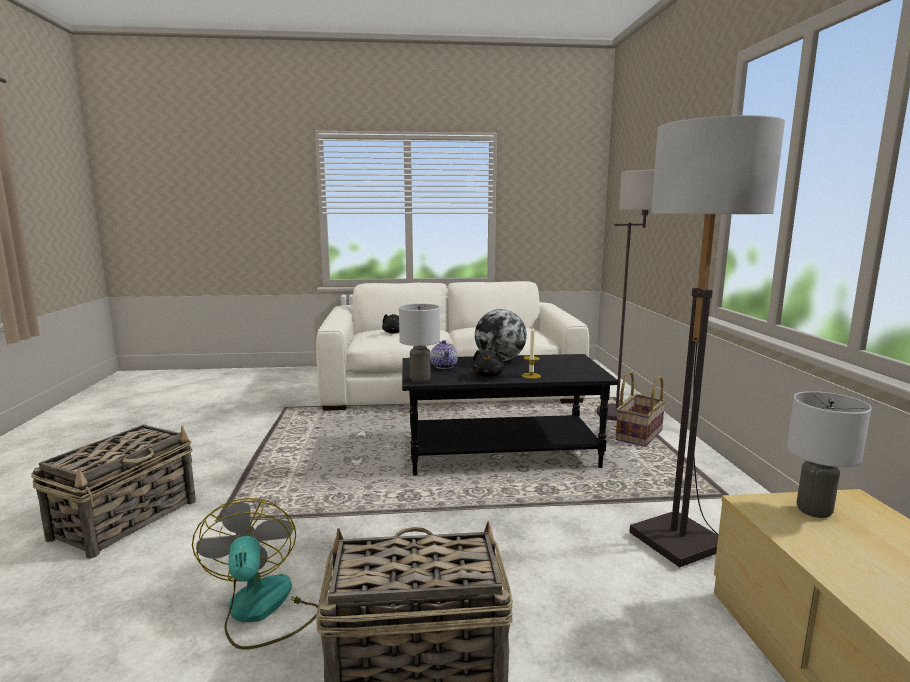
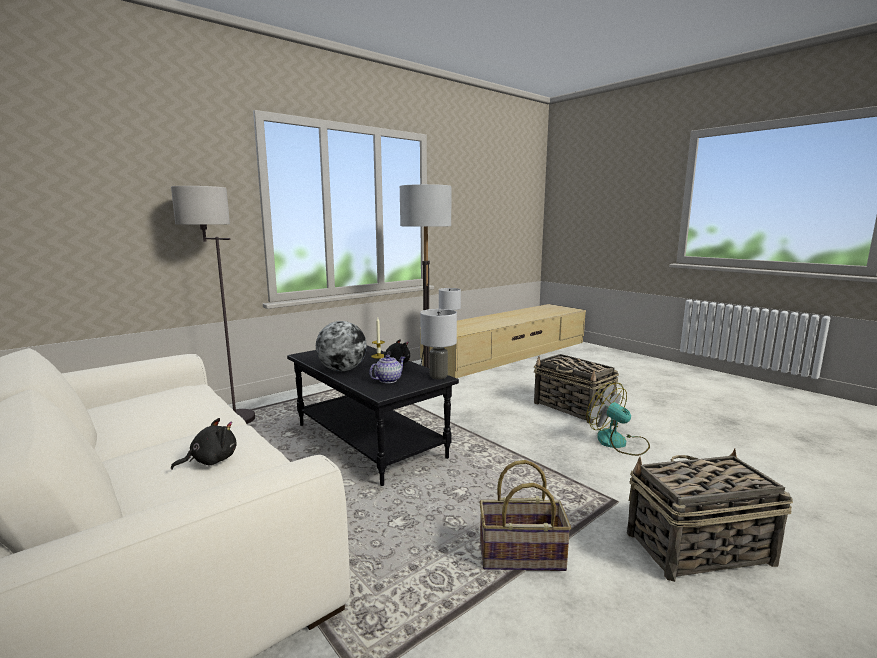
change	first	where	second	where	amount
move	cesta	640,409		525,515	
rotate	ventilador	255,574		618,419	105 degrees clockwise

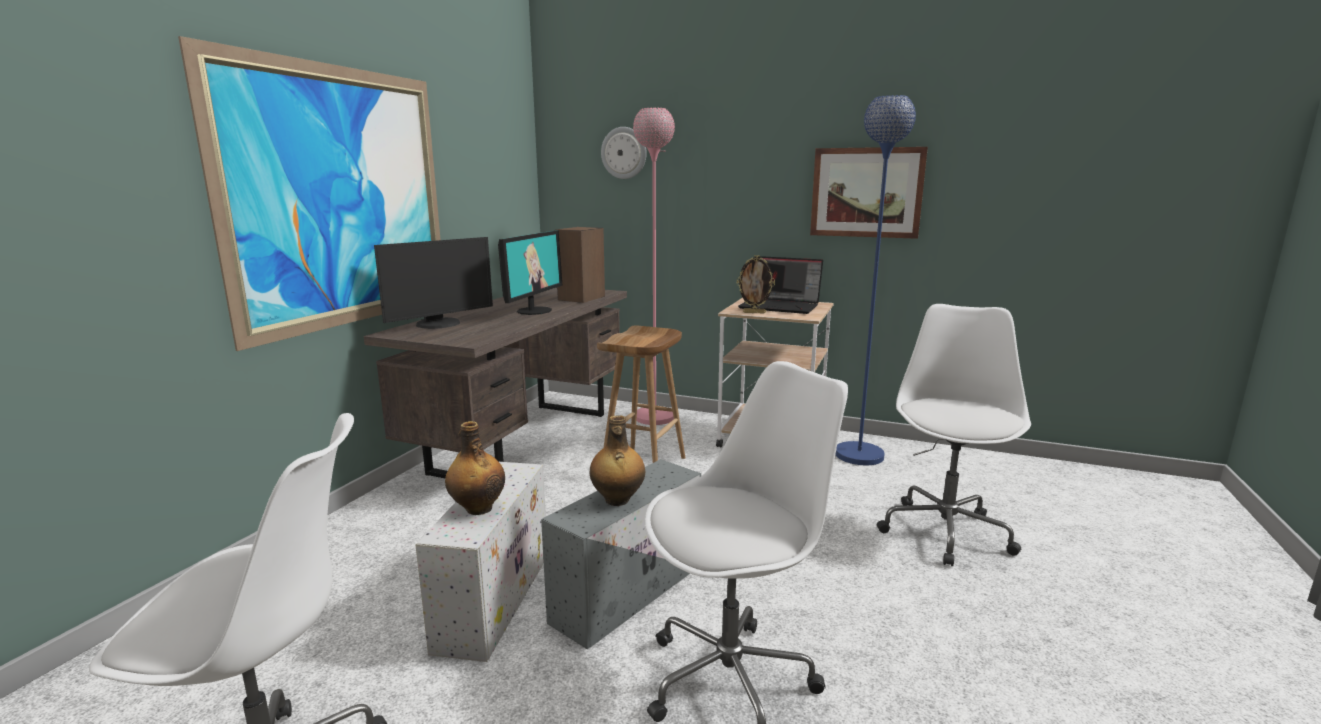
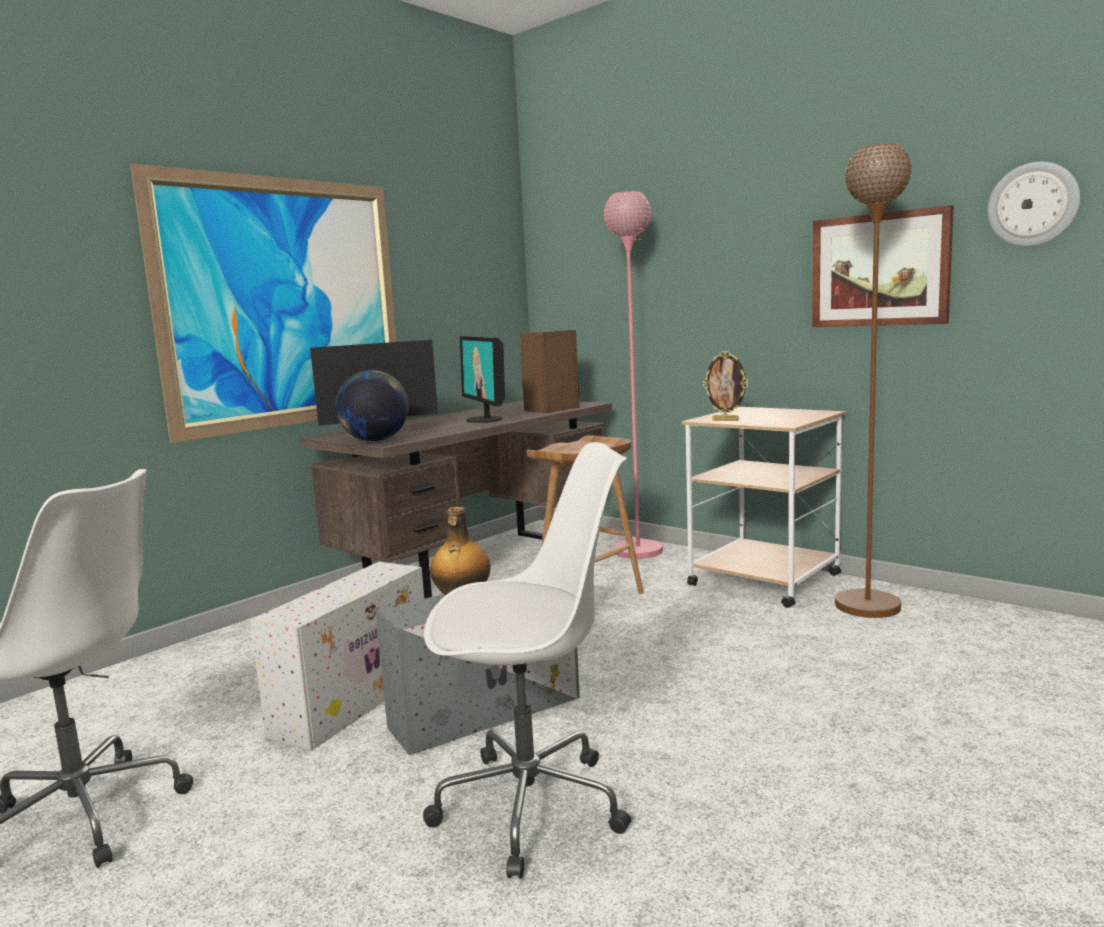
change	first	where	second	where	amount
recolor	lámpara de pie [azul]	875,280	lámpara de pie [marrón]	873,380	
move	reloj de pared	624,153		1034,204	
rotate	monitor	530,272		482,379	120 degrees clockwise
delete	portátil	780,285			
delete	silla de oficina [blanco]	954,435			
delete	botella	475,468			
insert			globo terráqueo	372,405	

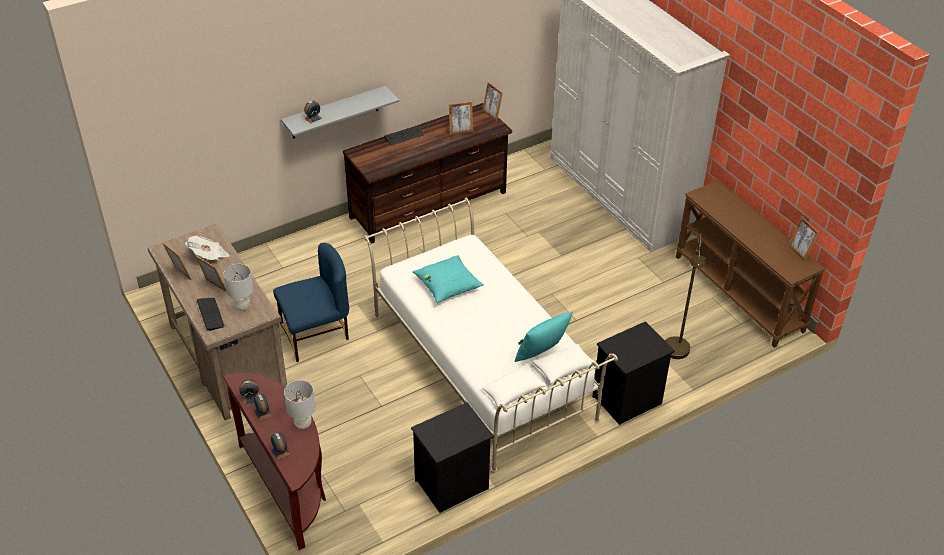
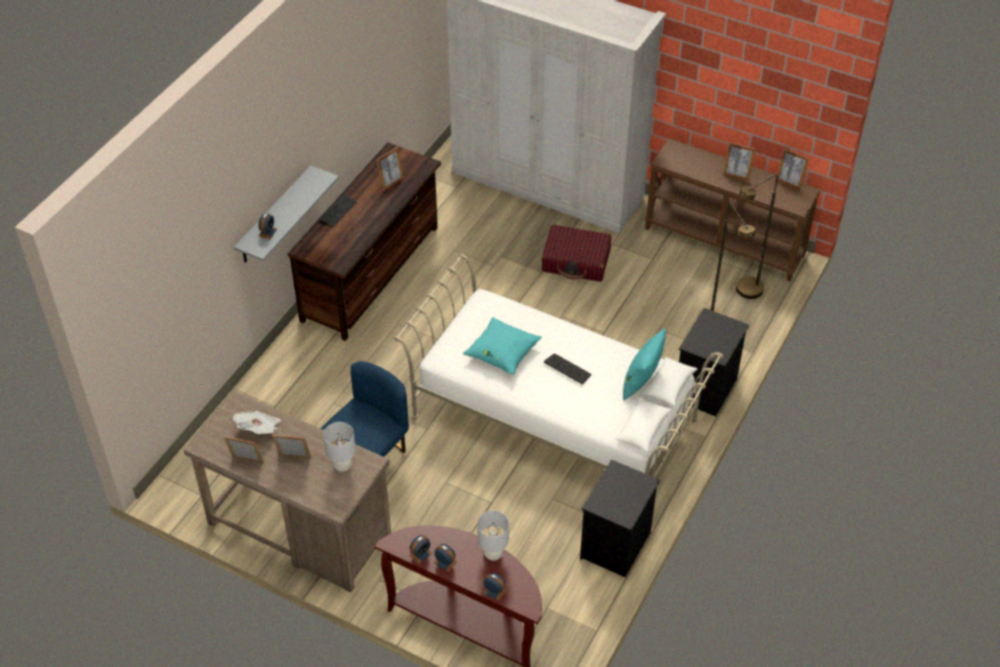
change	first	where	second	where	amount
move	portarretratos	492,101		739,161	
move	teclado	211,314		568,369	
insert			lámpara de pie [marrón]	757,236	
insert			maleta [rojo]	577,253	

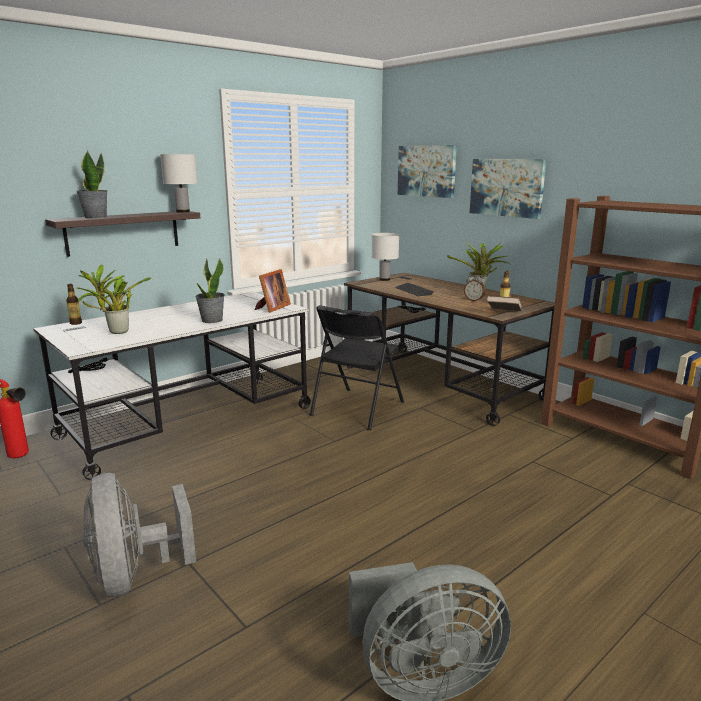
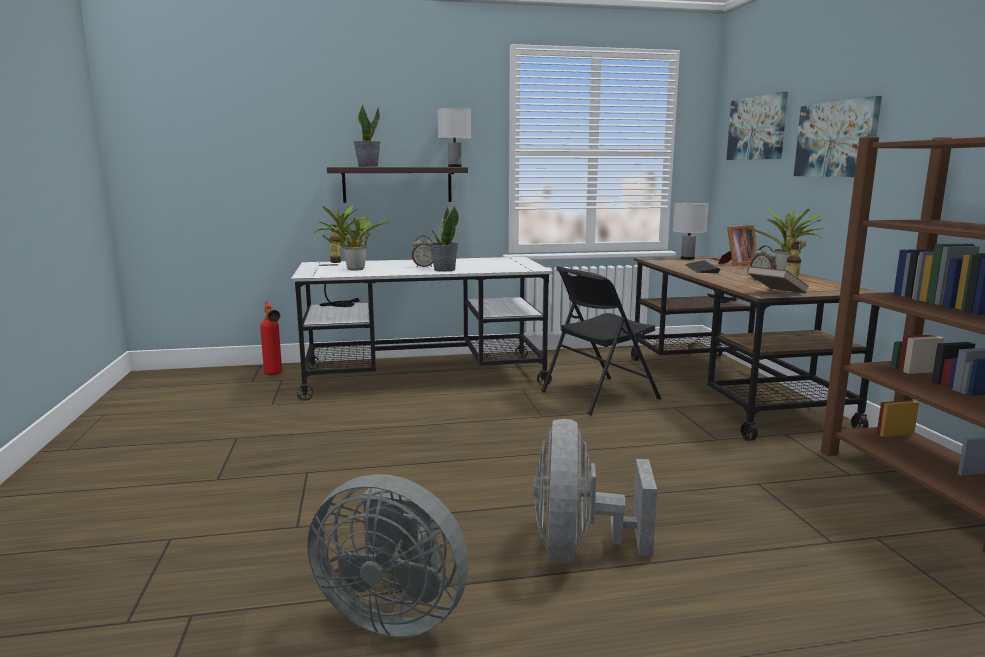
change	first	where	second	where	amount
move	portarretratos	273,291		737,245	
move	ventilador [gris]	139,535		595,491	
insert			despertador	422,251	

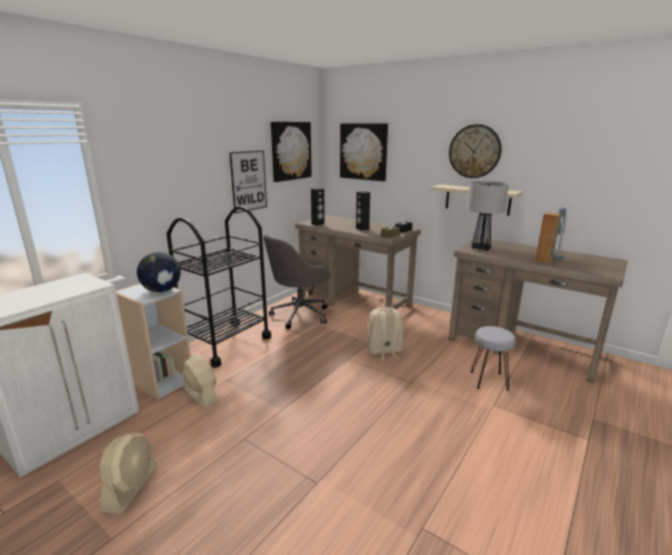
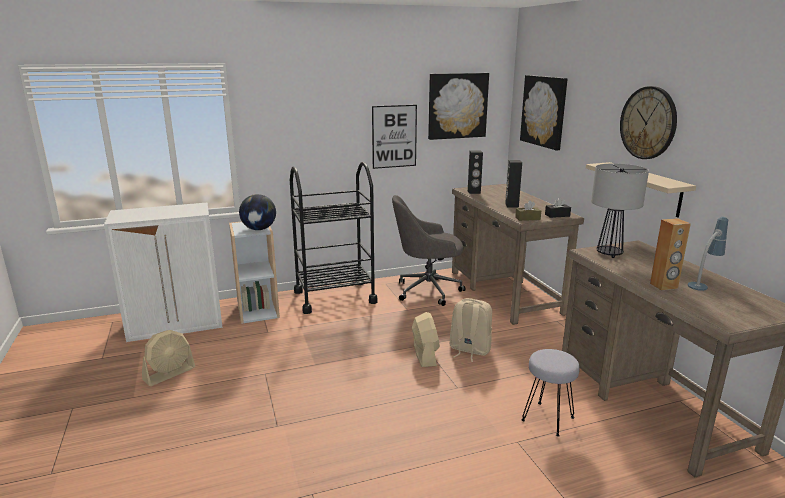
change	first	where	second	where	amount
move	ventilador [beis]	200,381		426,339	

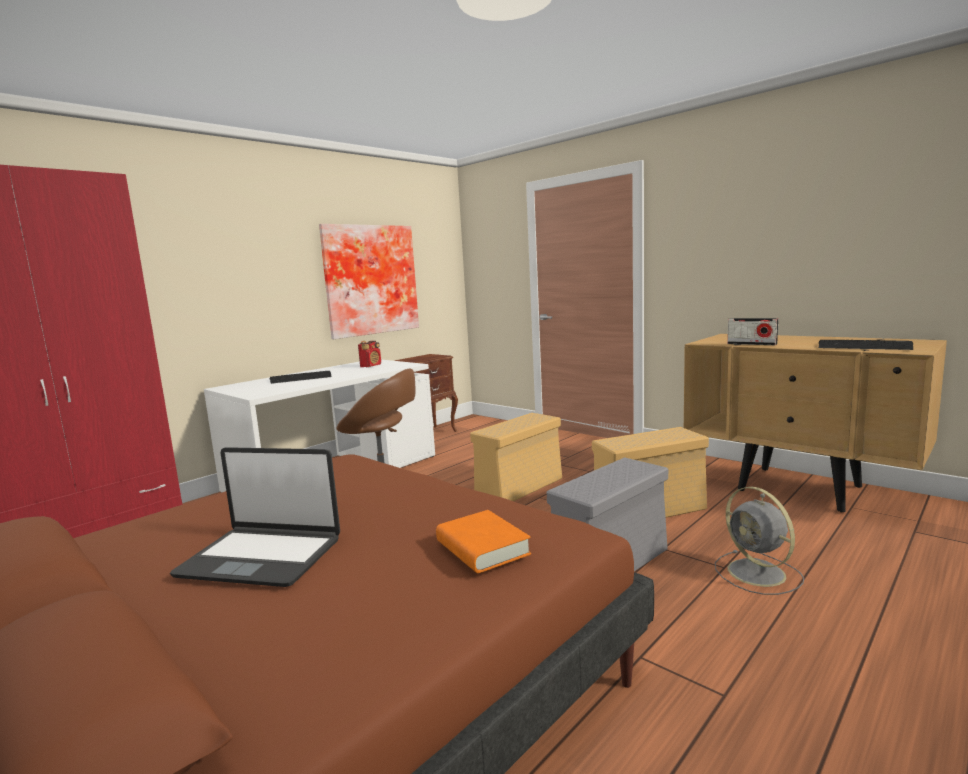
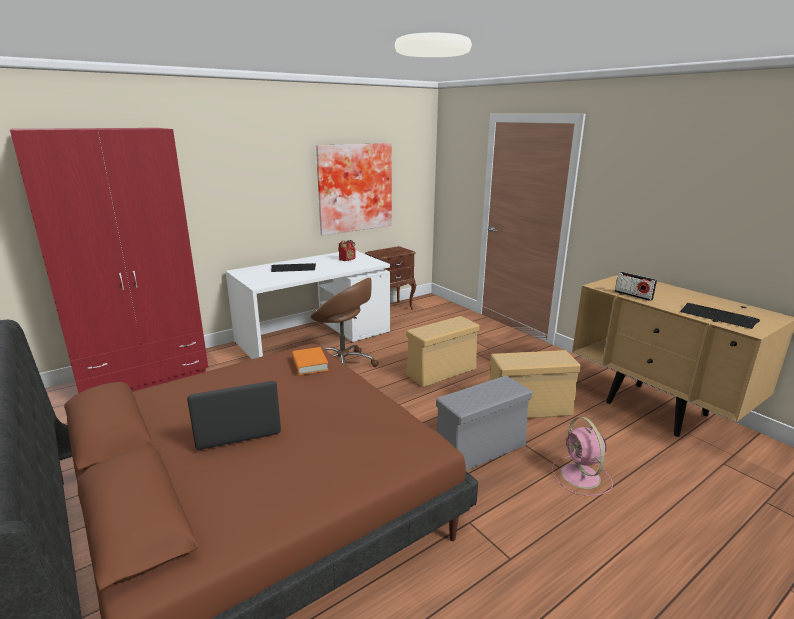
change	first	where	second	where	amount
rotate	portátil	255,517		234,415	135 degrees clockwise
recolor	ventilador [gris]	759,541	ventilador [rosa]	582,456	
move	libro [naranja]	483,541		310,361	

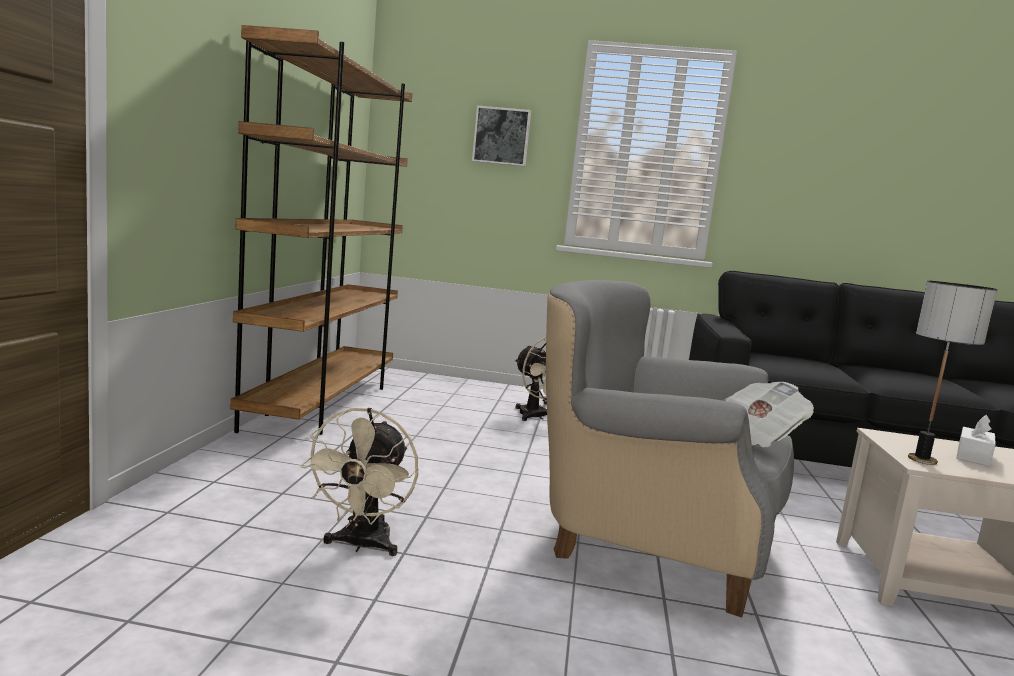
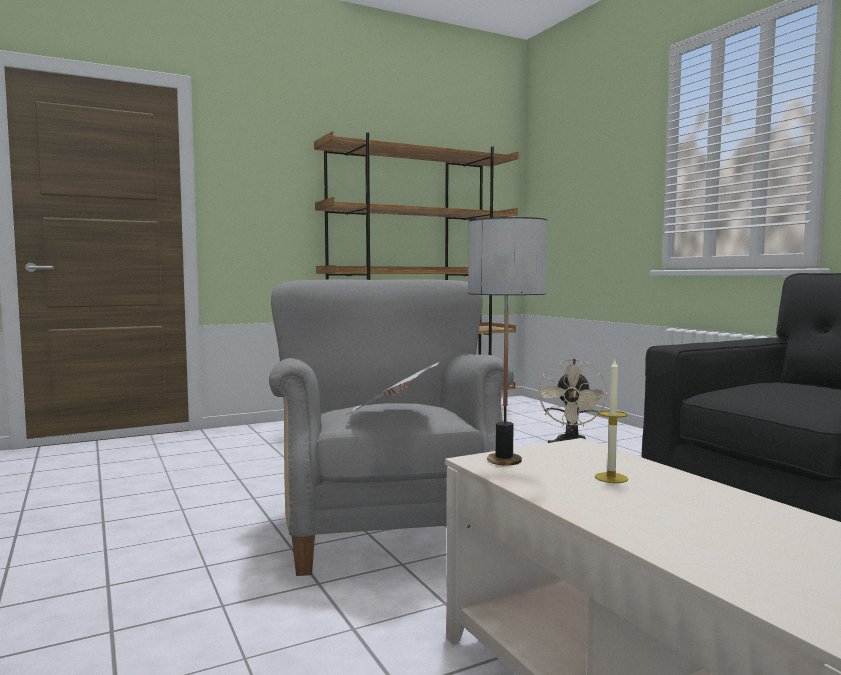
change	first	where	second	where	amount
delete	cuadro	501,136			
delete	ventilador [beis]	359,482			
replace	caja de pañuelos [blanco]	976,441	vela	611,421	

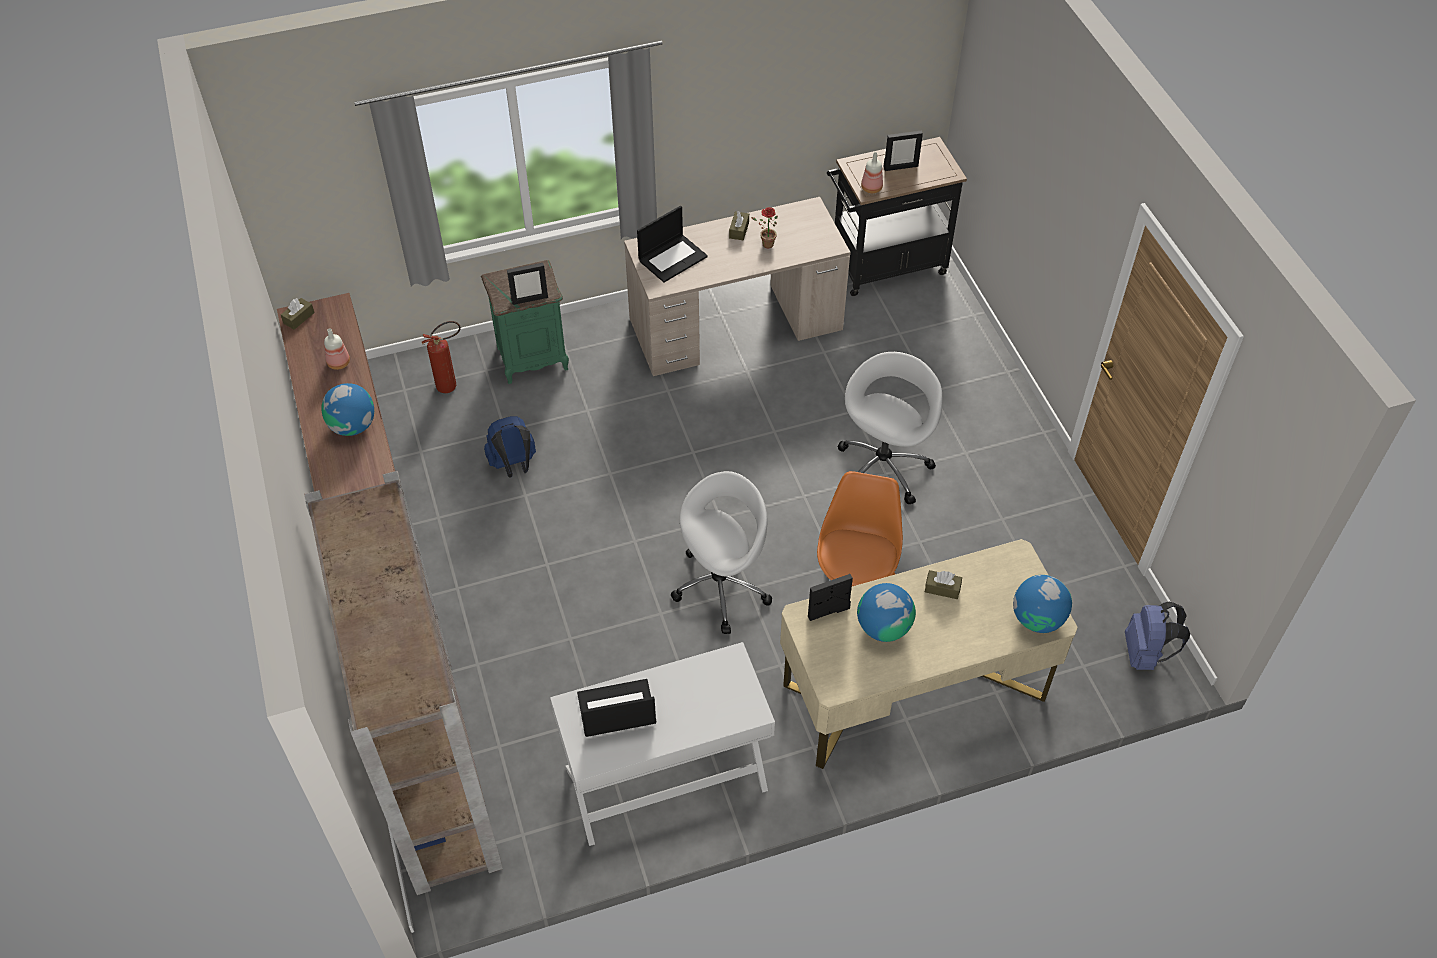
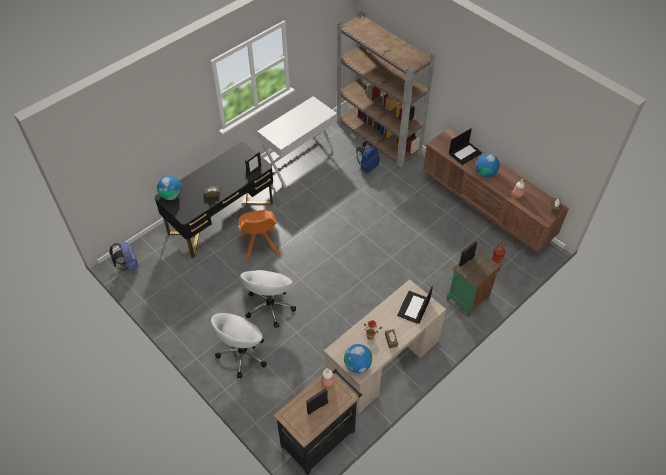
change	first	where	second	where	amount
move	mochila [azul]	510,447		367,157	
move	silla de oficina [blanco]	721,552		239,345	
recolor	escritorio [beis]	929,654	escritorio [negro]	214,200	
move	globo terráqueo	886,612		358,358	
move	portátil	616,708		465,146	

